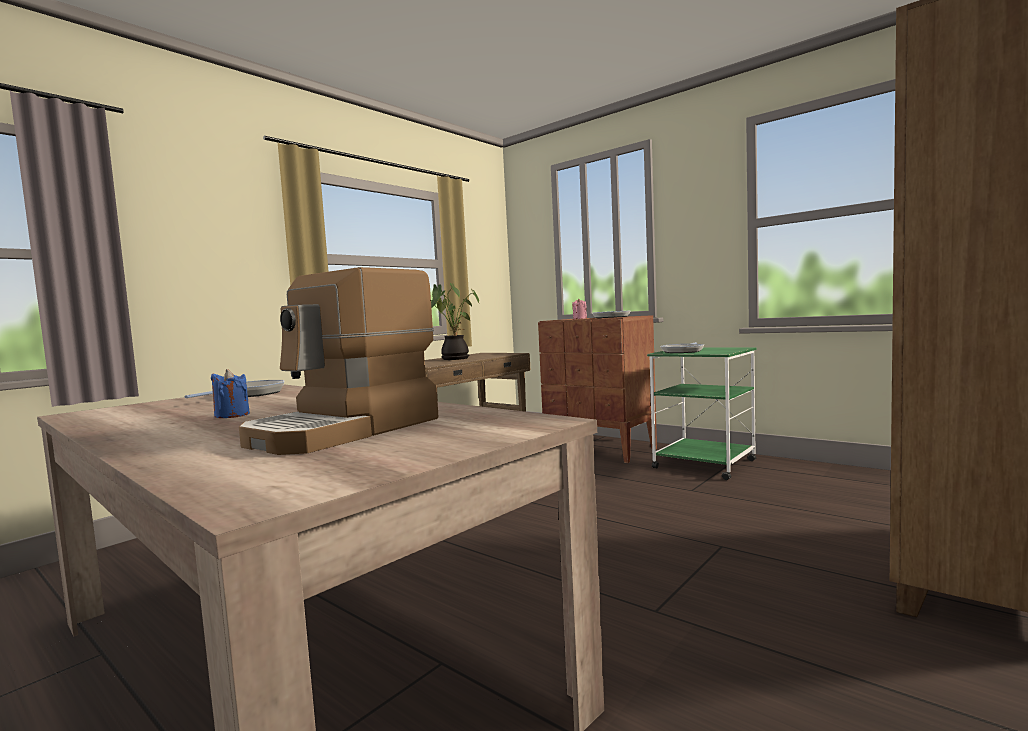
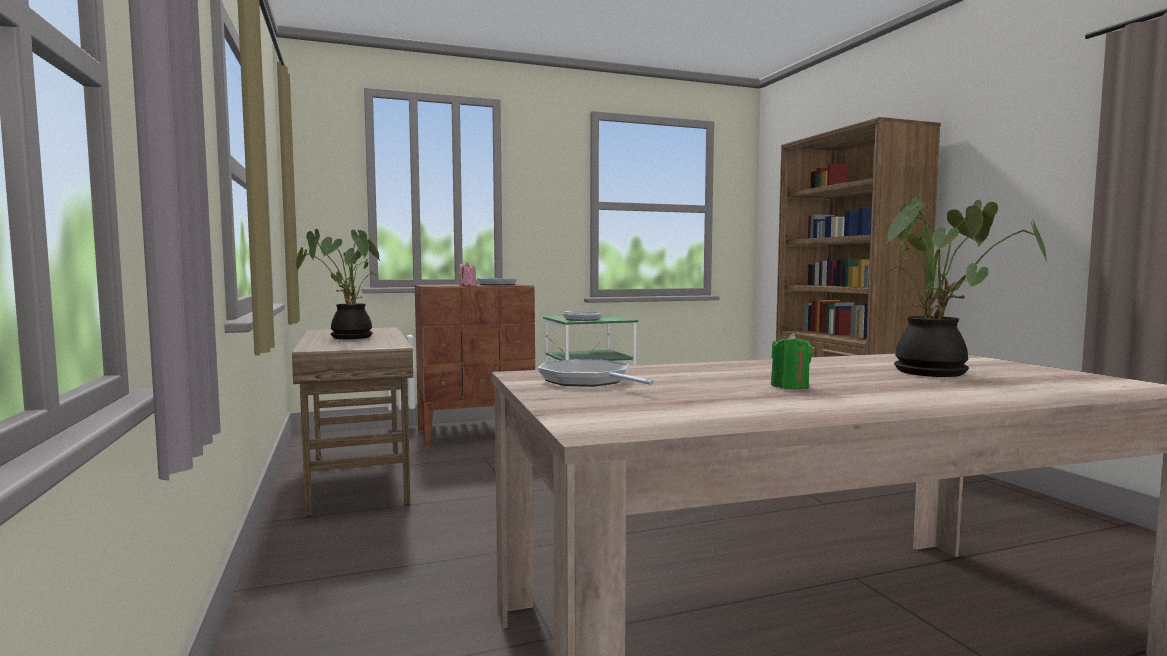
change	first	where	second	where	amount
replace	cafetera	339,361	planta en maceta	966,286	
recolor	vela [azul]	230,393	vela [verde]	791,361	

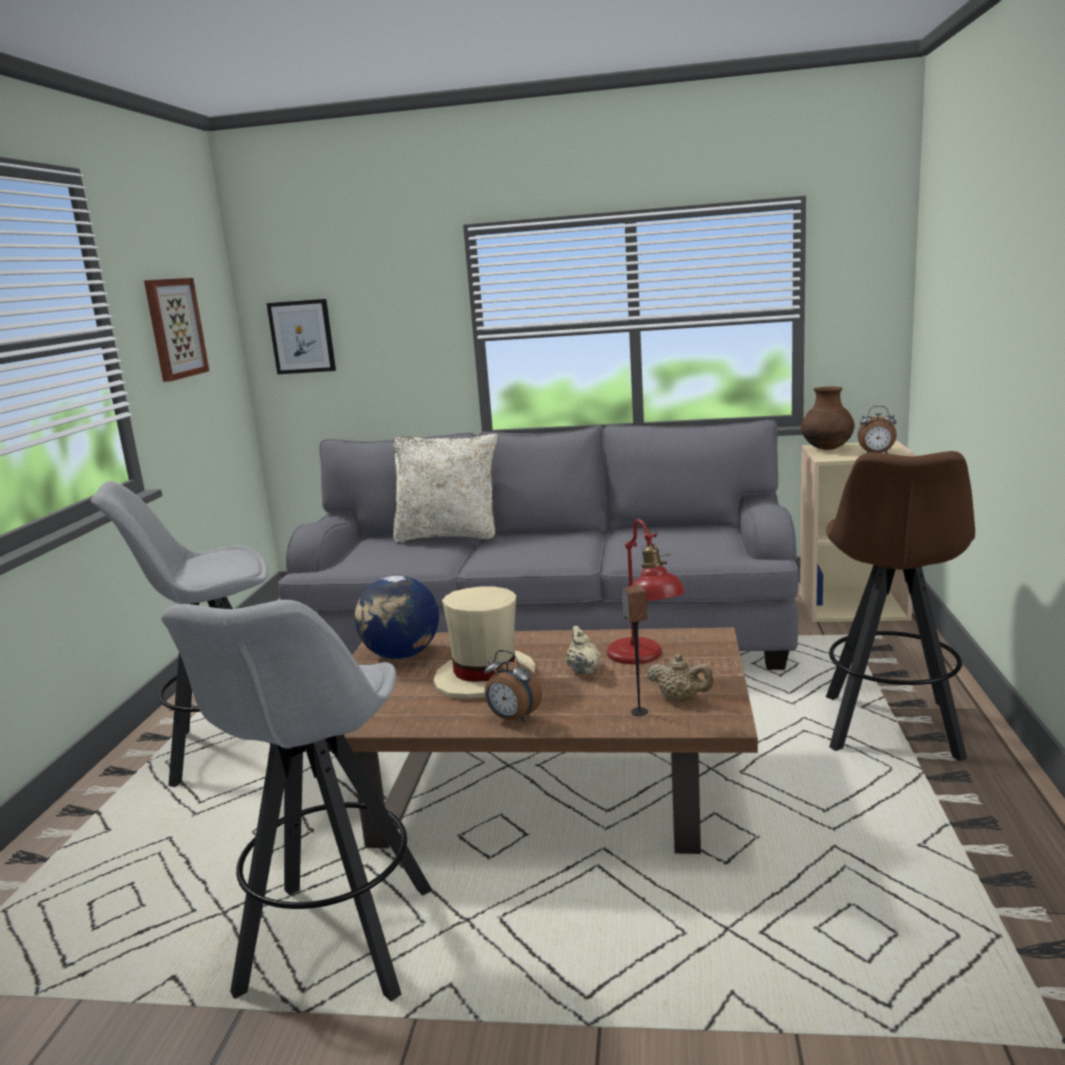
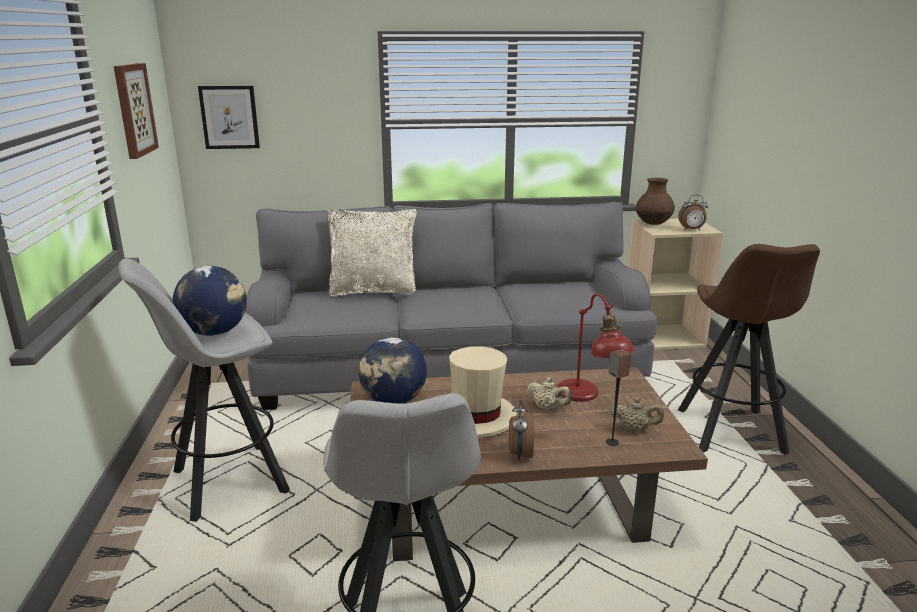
change	first	where	second	where	amount
rotate	tetera [beis]	583,650		549,393	150 degrees clockwise
rotate	despertador	513,686		521,430	75 degrees clockwise
insert			globo terráqueo	210,301	

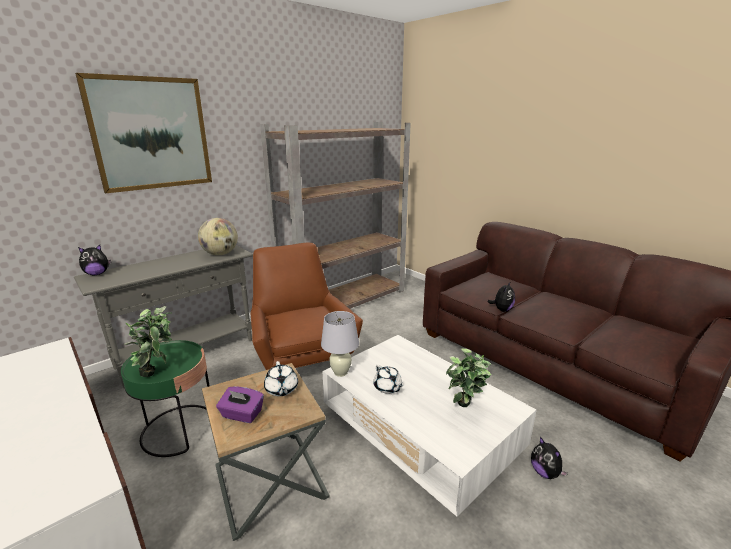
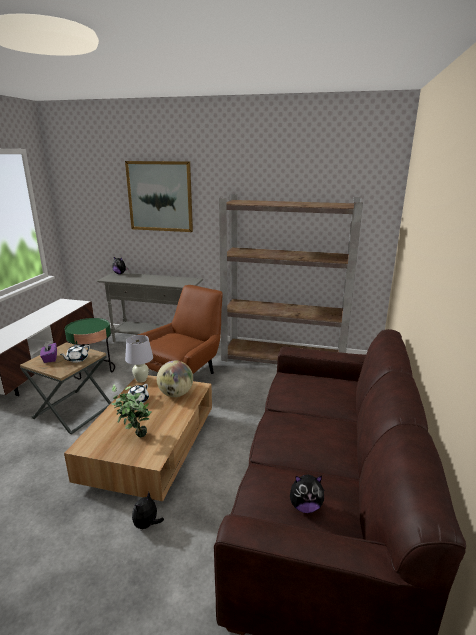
change	first	where	second	where	amount
move	globo terráqueo	218,236		175,379	
move	peluche	501,296		307,493	
delete	planta en maceta	148,341			
recolor	mesa de centro [blanco]	429,426	mesa de centro [marrón]	138,438	

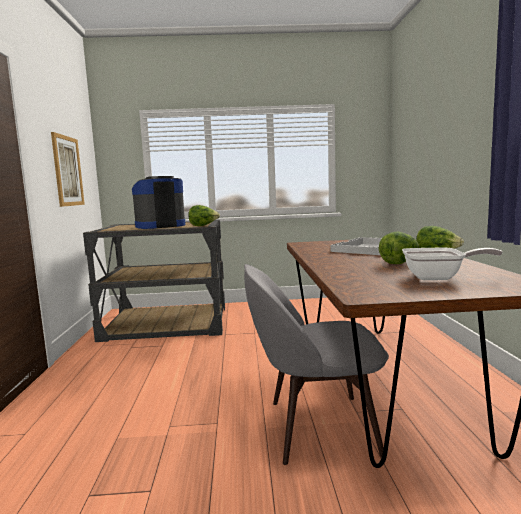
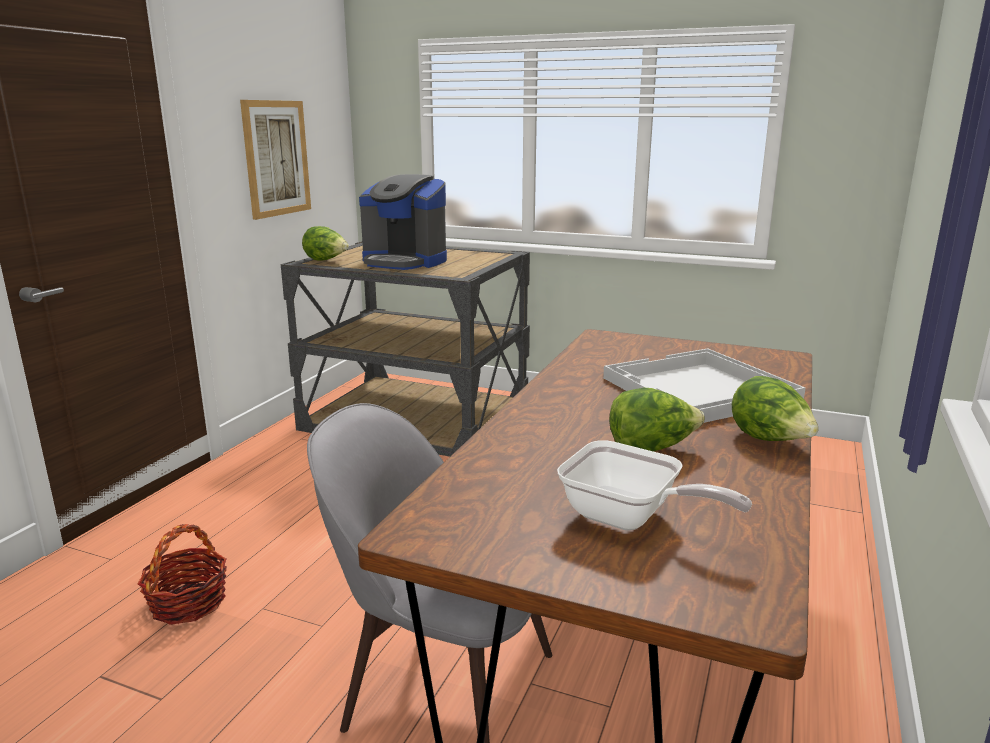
change	first	where	second	where	amount
rotate	cafetera	158,202		403,222	150 degrees counterclockwise
move	lechuga	204,215		325,243	
insert			cesta	182,574	

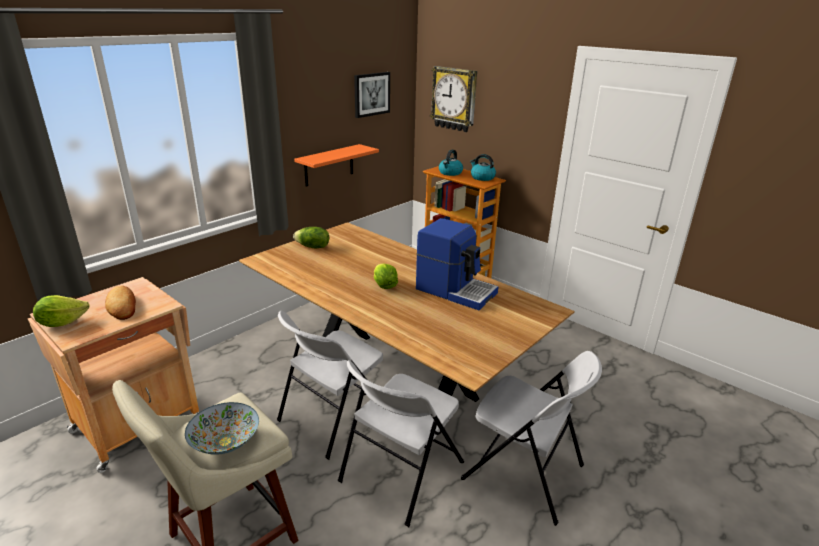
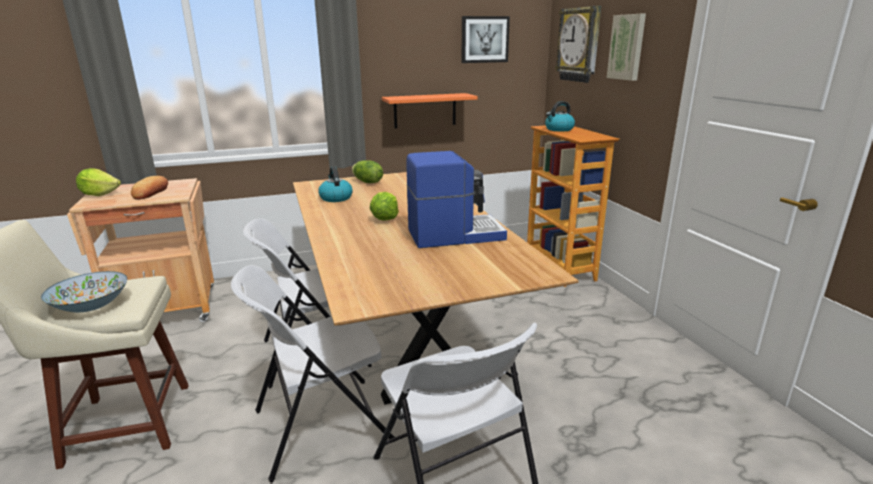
change	first	where	second	where	amount
move	hervidor	483,167		335,184	
rotate	cafetera	457,264		456,199	75 degrees counterclockwise
insert			cuadro	626,47	

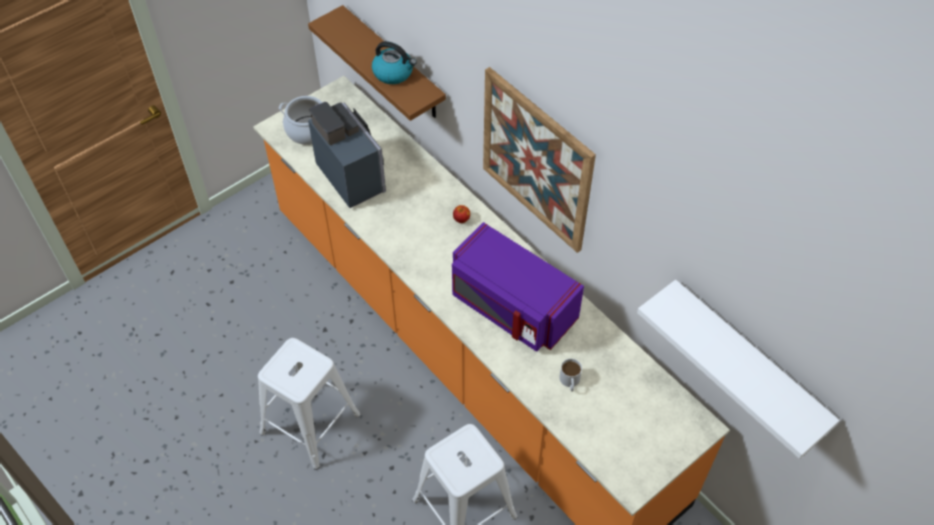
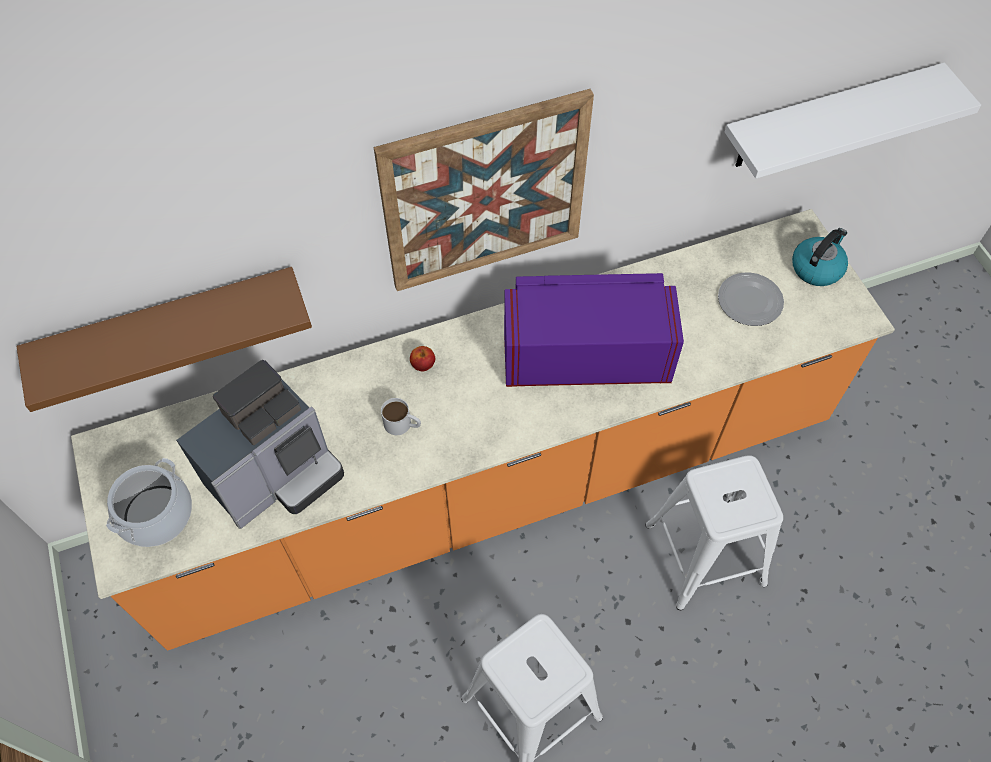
change	first	where	second	where	amount
move	hervidor	394,62		820,257	
rotate	cafetera	347,155		260,444	150 degrees clockwise
rotate	microondas [morado]	518,287		594,330	150 degrees counterclockwise
move	taza grande [blanco]	570,375		401,416	
insert			plato	751,299	

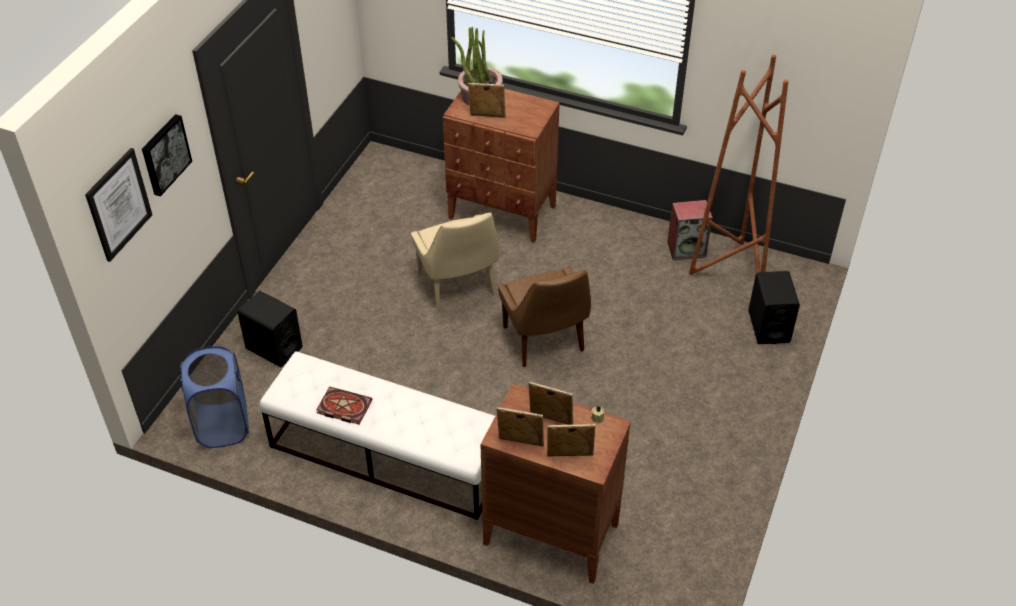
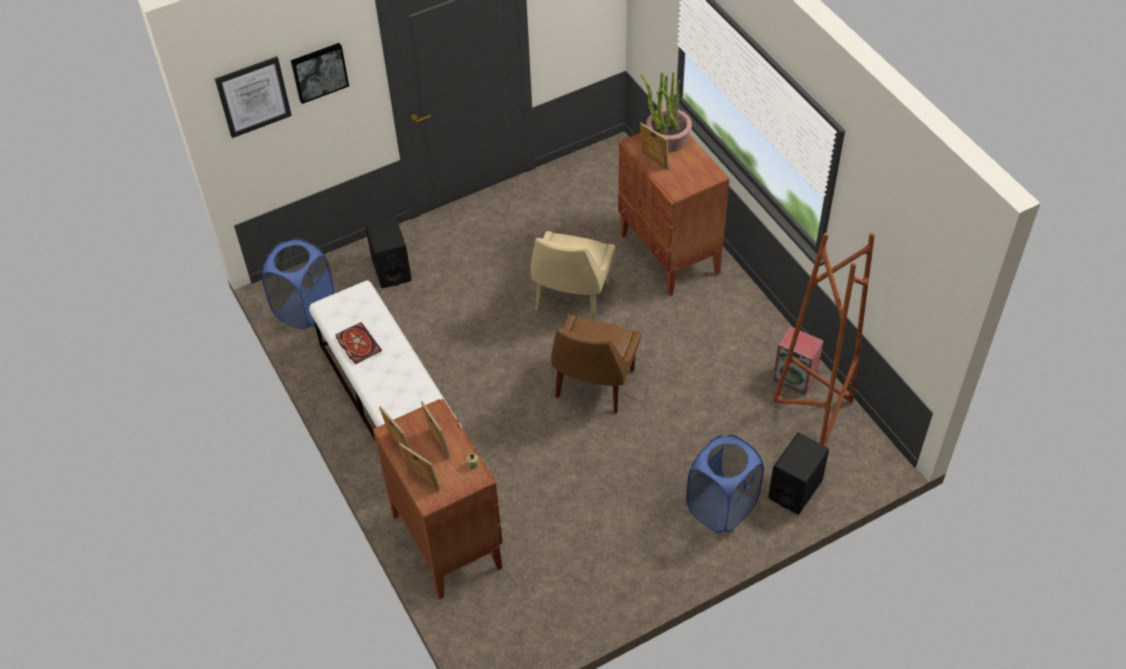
change	first	where	second	where	amount
insert			cesto de la ropa [azul]	725,484	

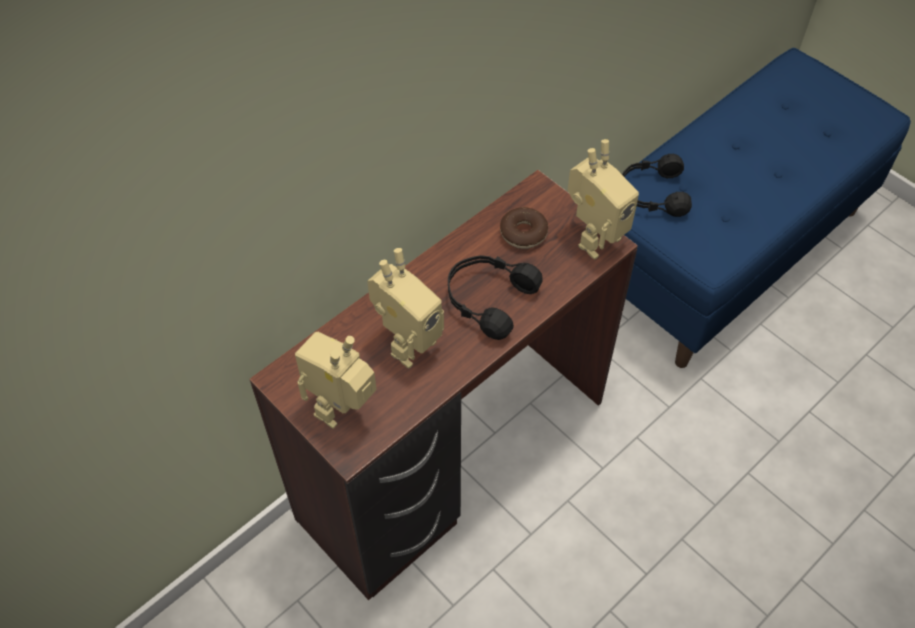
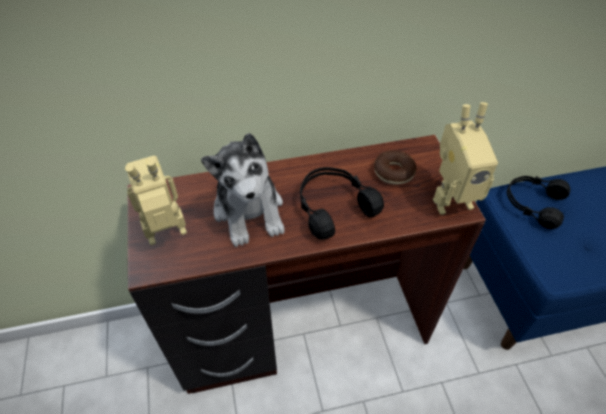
change	first	where	second	where	amount
replace	robot de juguete	405,308	peluche	242,190	

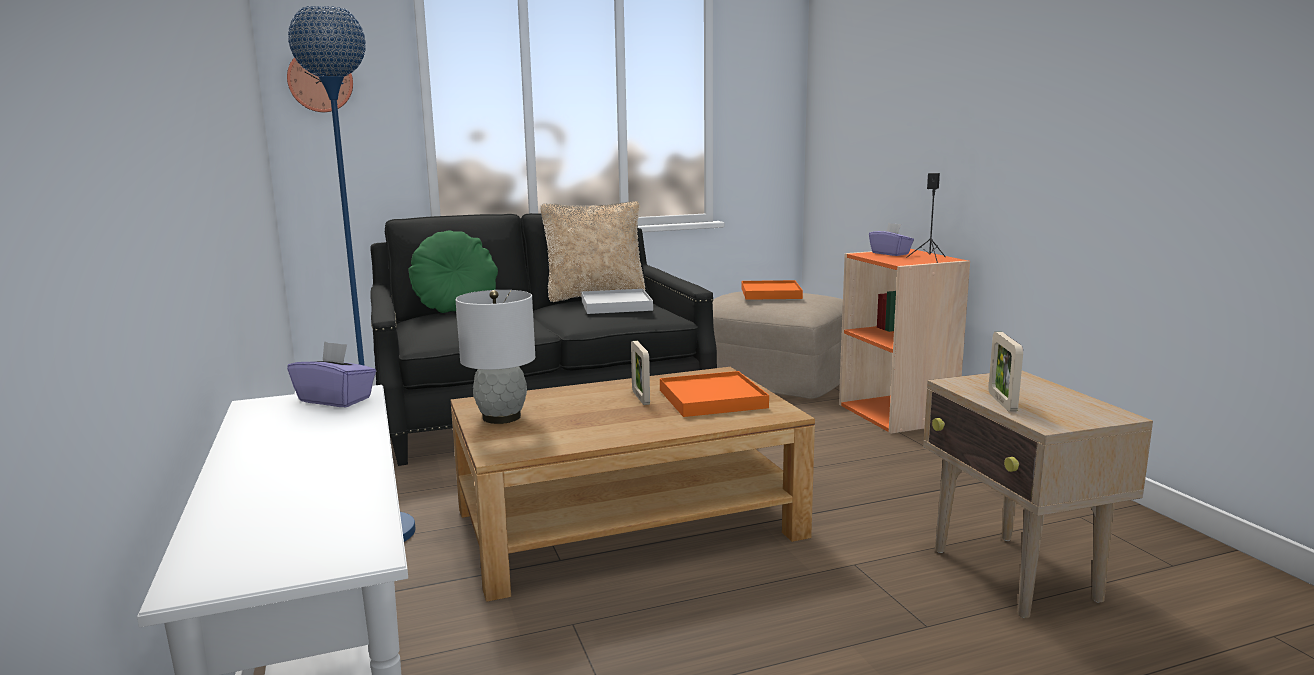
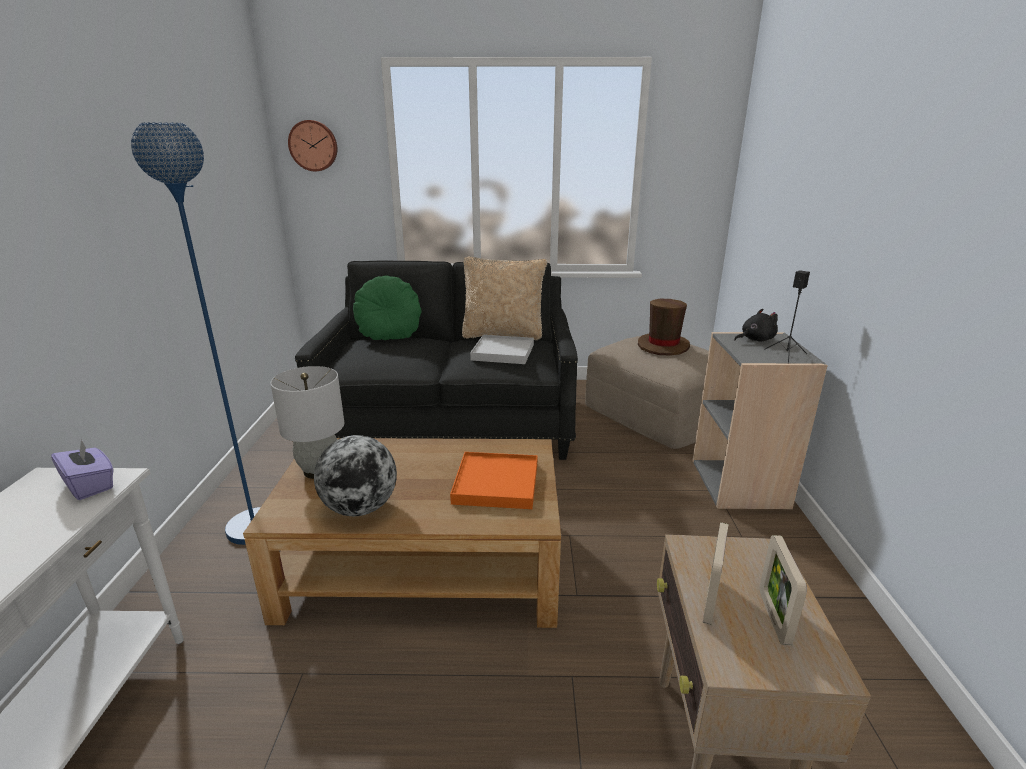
change	first	where	second	where	amount
replace	caja de pañuelos [morado]	891,239	peluche [negro]	756,325	
recolor	estantería [naranja]	904,341	estantería [gris]	760,420	
replace	bandeja [naranja]	772,290	sombrero [marrón]	664,327	
move	portarretratos	640,373		783,590	
insert			globo terráqueo	355,475	

